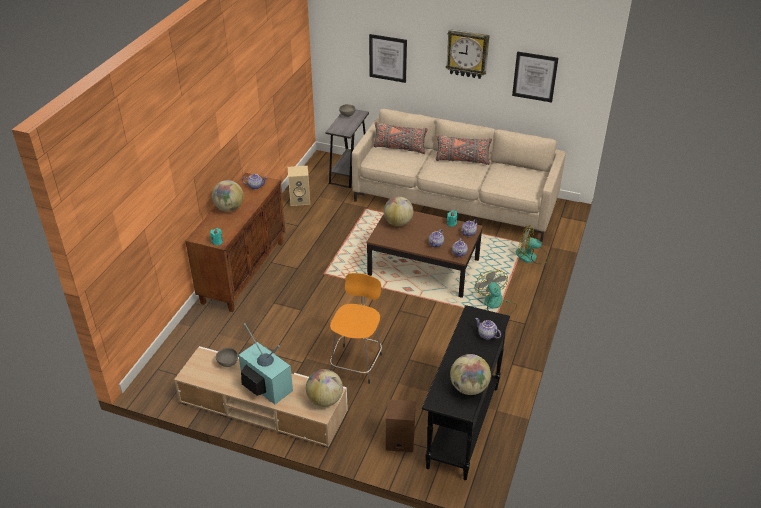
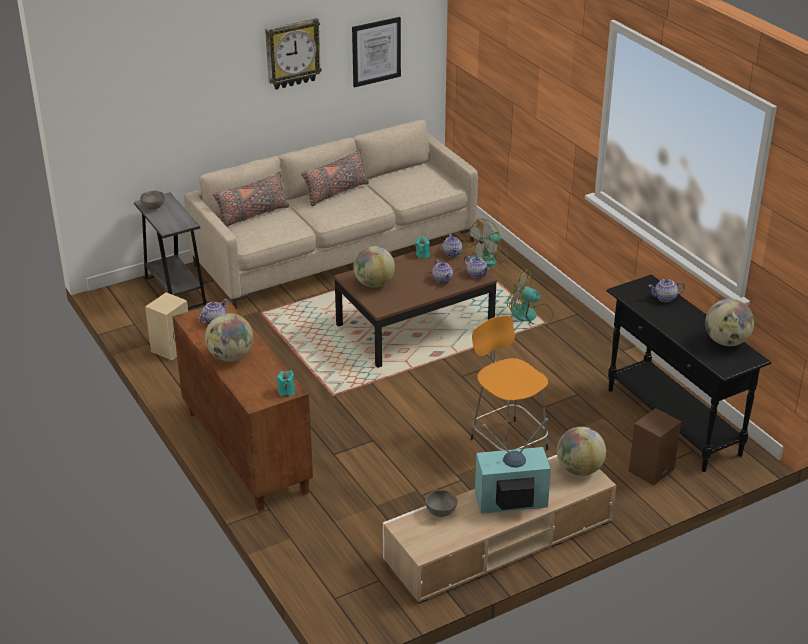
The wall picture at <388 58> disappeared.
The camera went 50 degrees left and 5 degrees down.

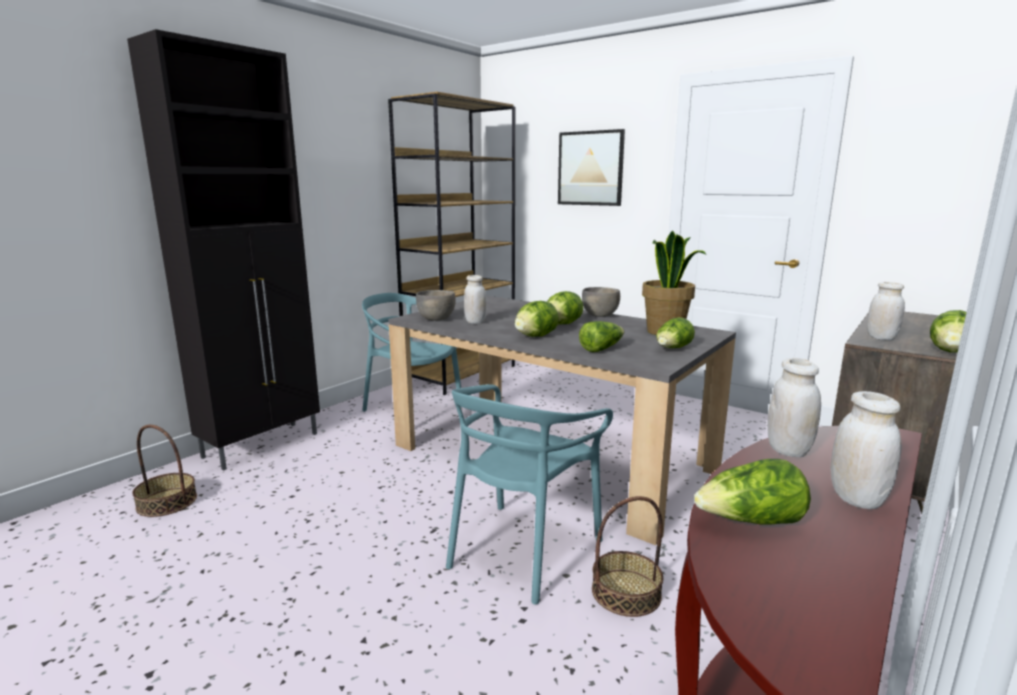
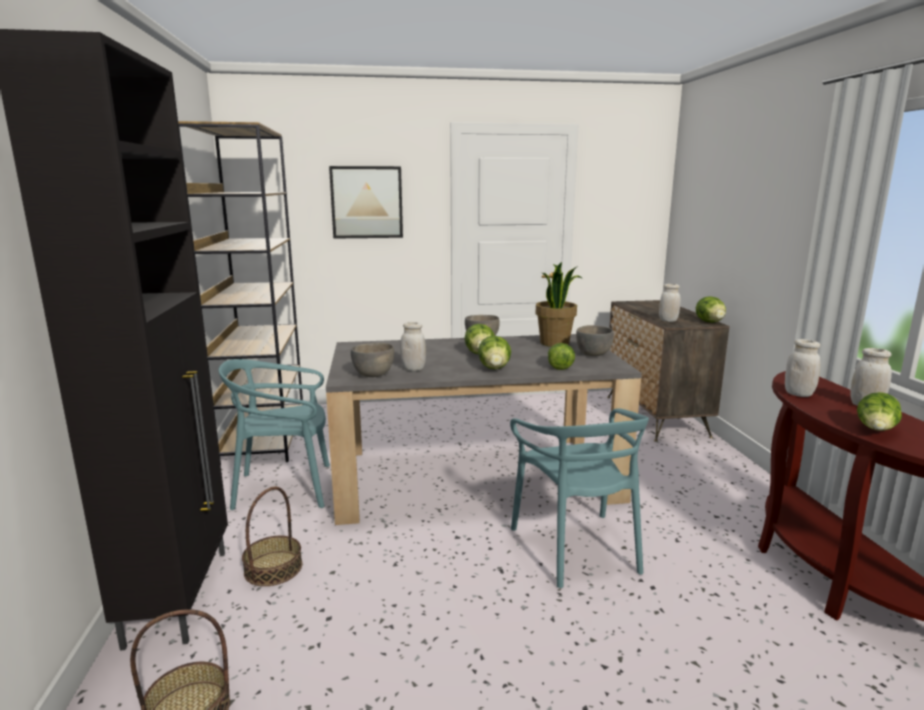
The household basket moved from <626 592> to <273 568>.
The lettuce head at <672 349> was replaced by the greyish bowl at <593 354>.
The camera went 45 degrees left and 0 degrees up.

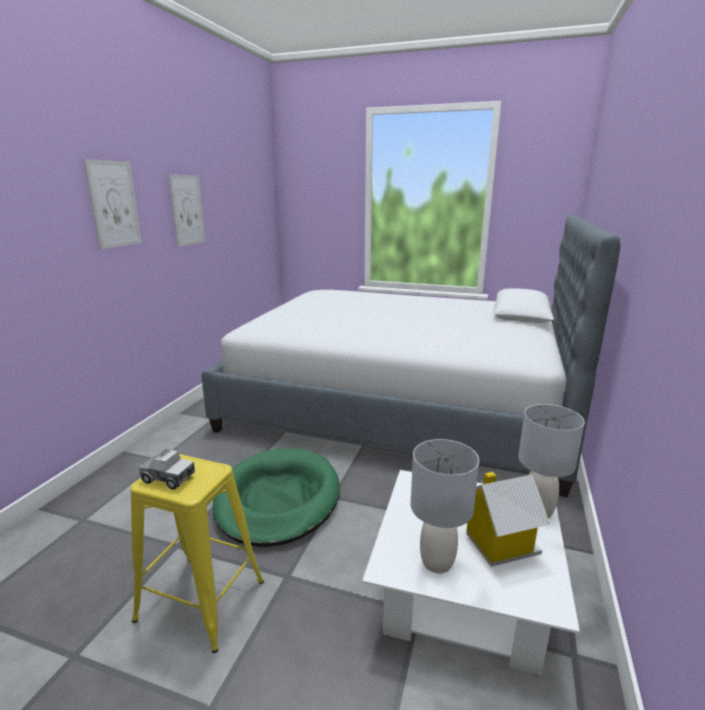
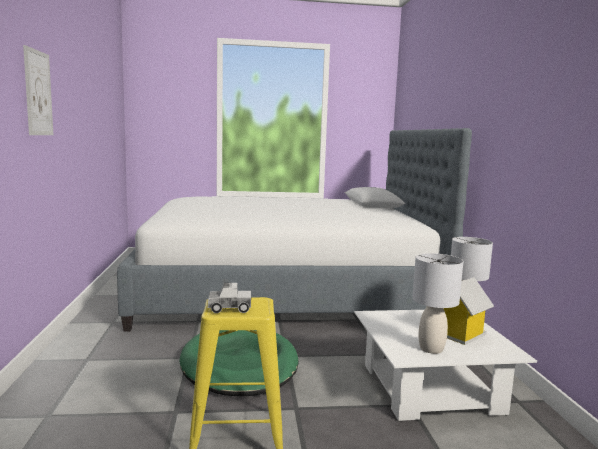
The wall picture at <187 210> disappeared.
The camera went 25 degrees left and 10 degrees down.

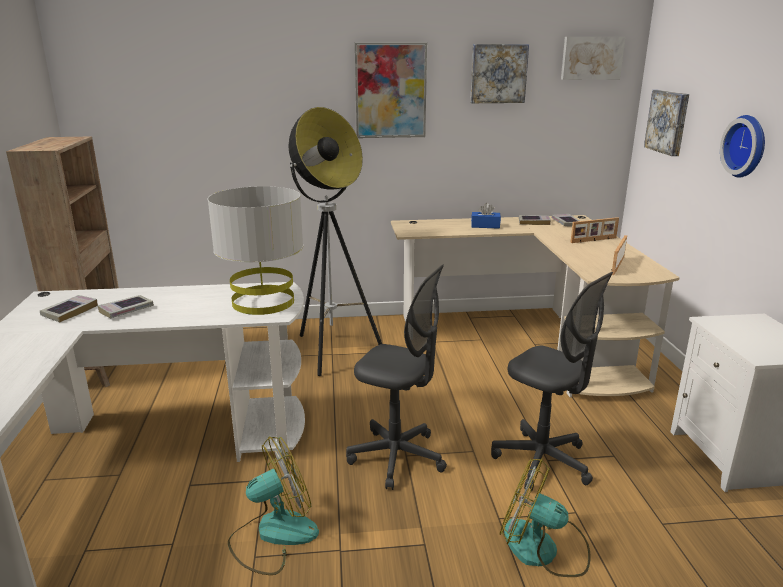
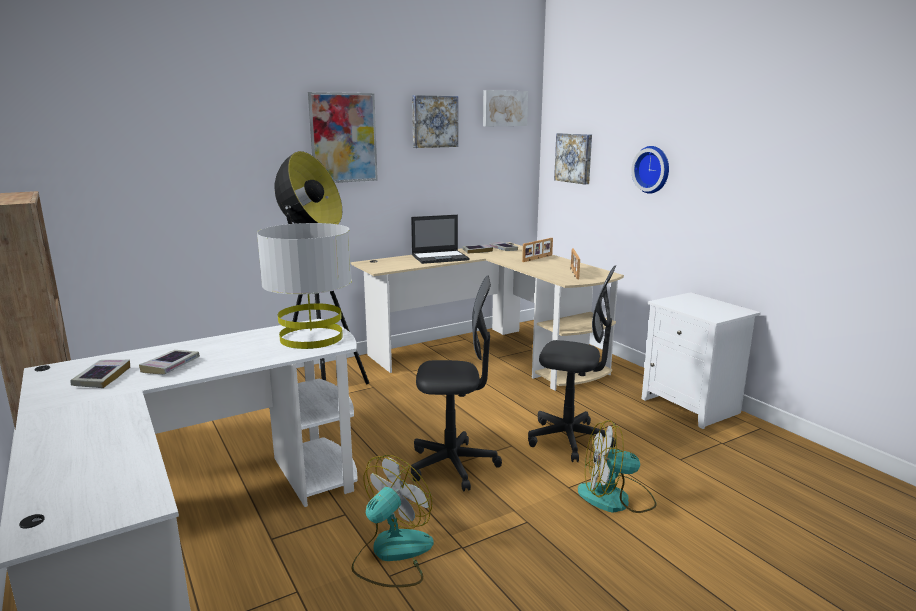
The blue box of tissues at <485 226> was replaced by the laptop at <440 257>.
The camera went 25 degrees left and 5 degrees down.

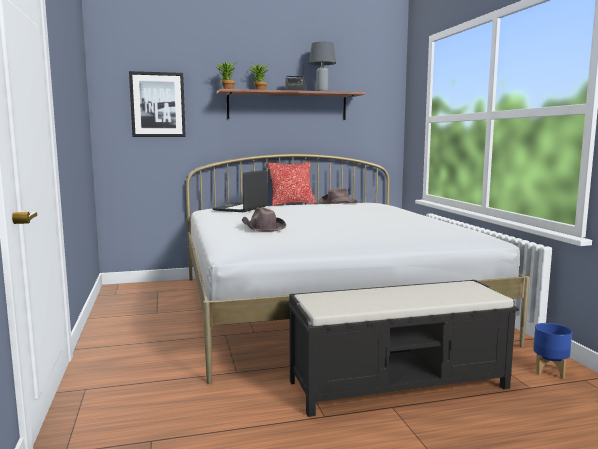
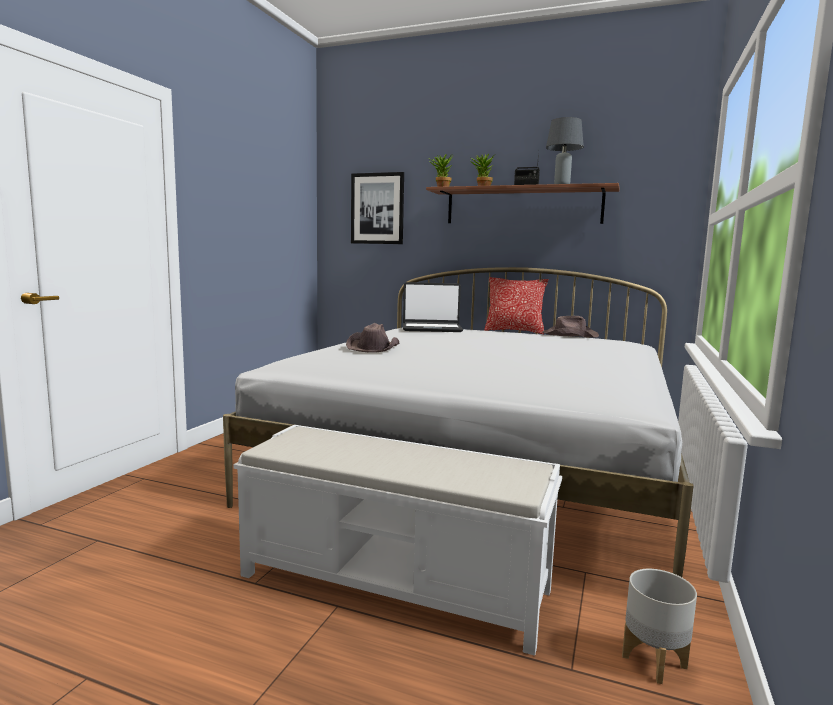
The black long seat at <399 384> became the whitish long seat at <396 583>.
The blue plant pot at <550 371> became the greyish plant pot at <655 662>.
The laptop at <241 208> turned 150 degrees counterclockwise.
The camera went 35 degrees right and 0 degrees up.

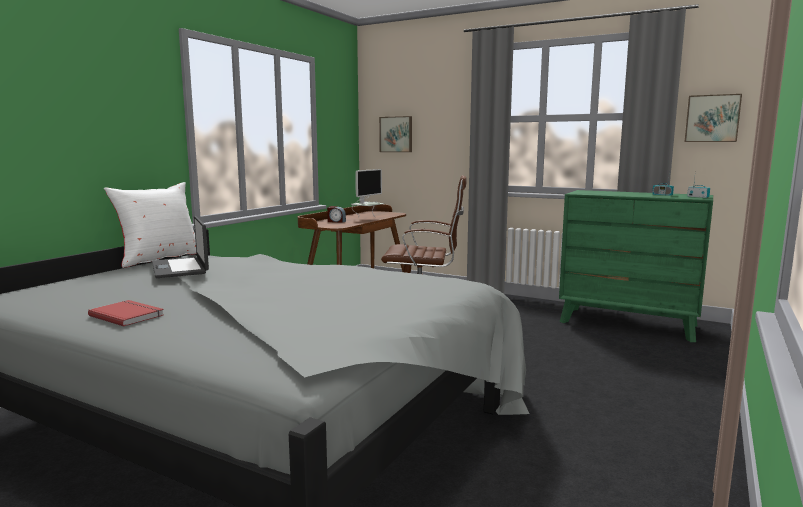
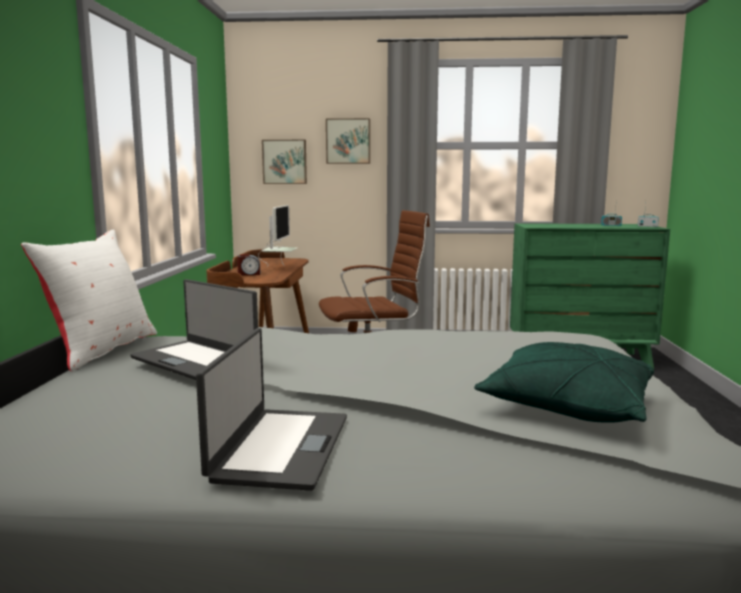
The green cushion at <567 407> appeared.
The wall picture moved from <712 118> to <348 141>.
The red volume at <128 315> was replaced by the laptop at <280 447>.
The camera went 25 degrees left and 0 degrees up.

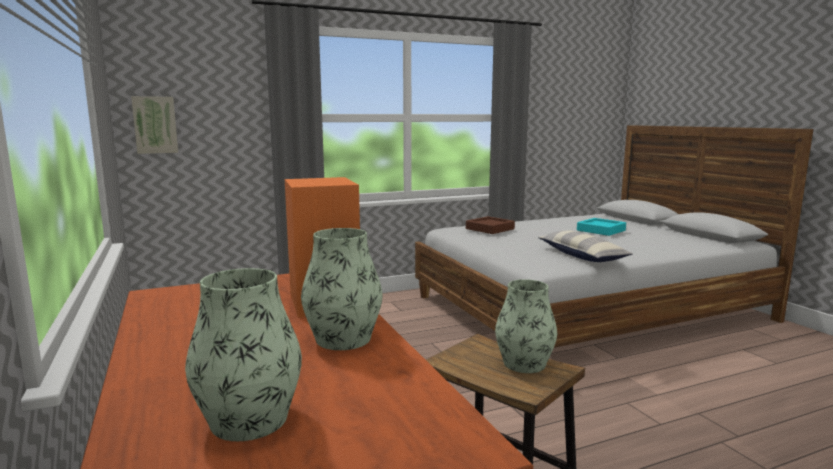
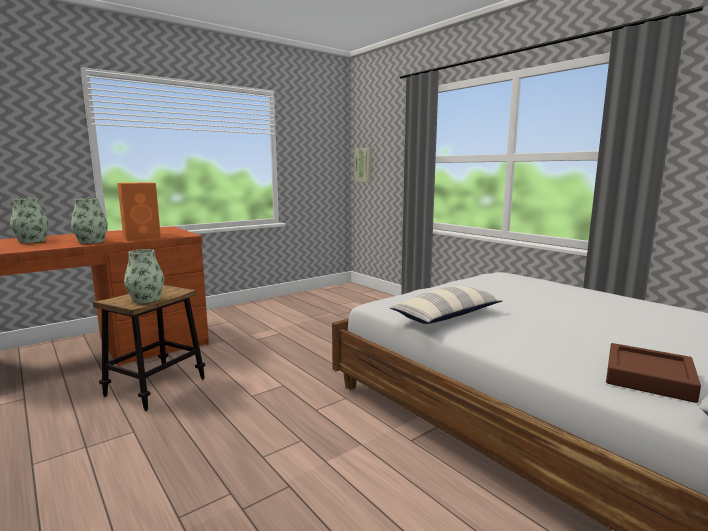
The blue-green serving tray at <601 230> disappeared.
The brown serving tray moved from <490 229> to <648 378>.
The camera went 75 degrees right and 0 degrees up.

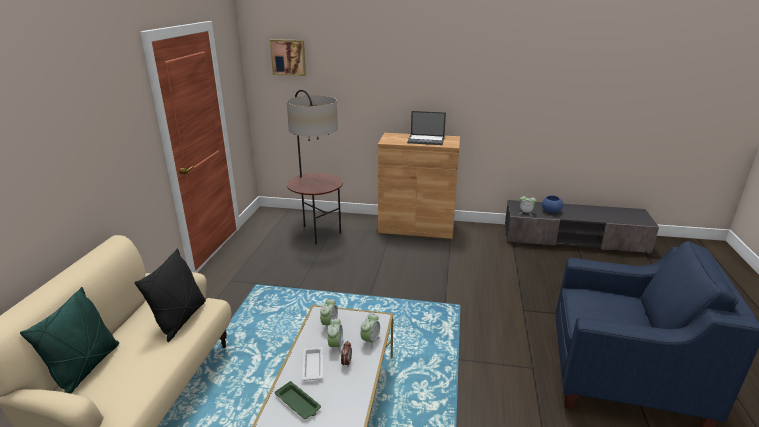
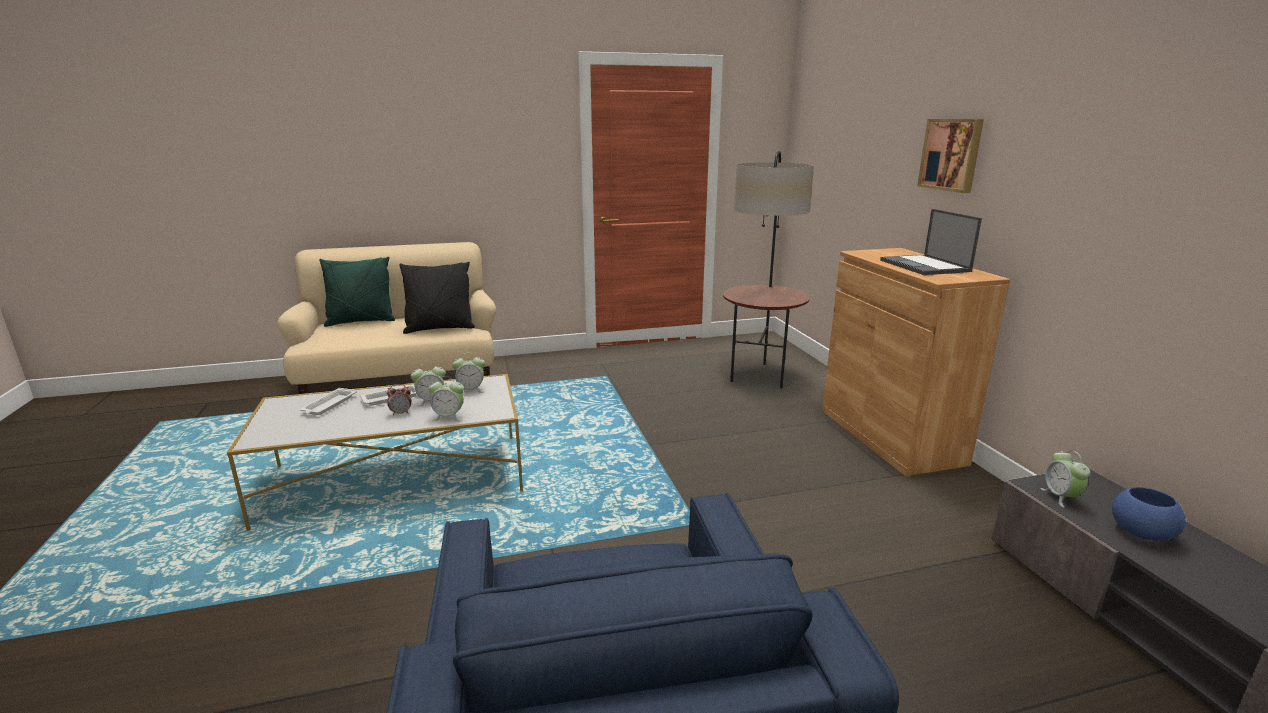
The wall picture moved from <288 57> to <951 154>.
The green serving tray at <298 403> became the whitish serving tray at <329 405>.
The camera went 65 degrees right and 5 degrees down.

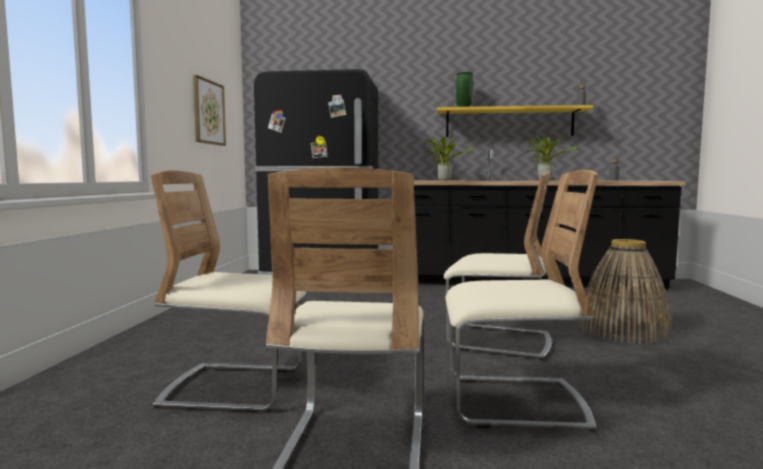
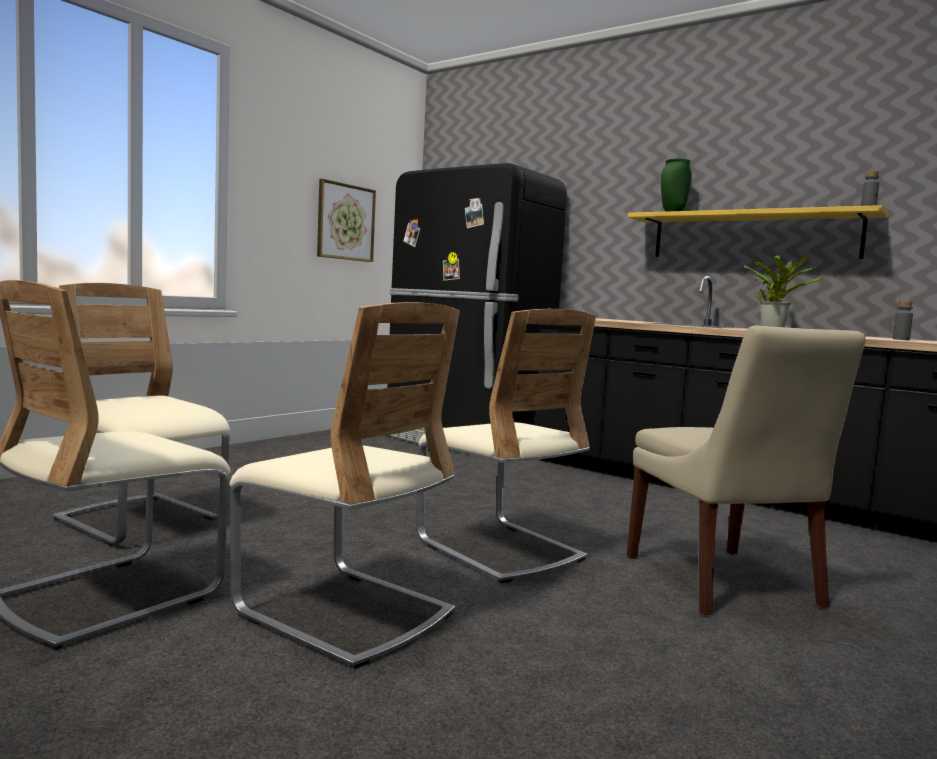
The plant in a pot at <443 180> disappeared.
The household basket at <623 330> was replaced by the beige chair at <724 583>.
The camera went 30 degrees right and 0 degrees up.

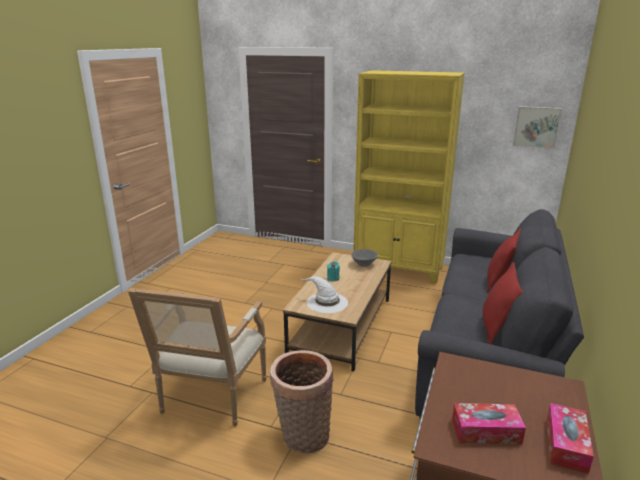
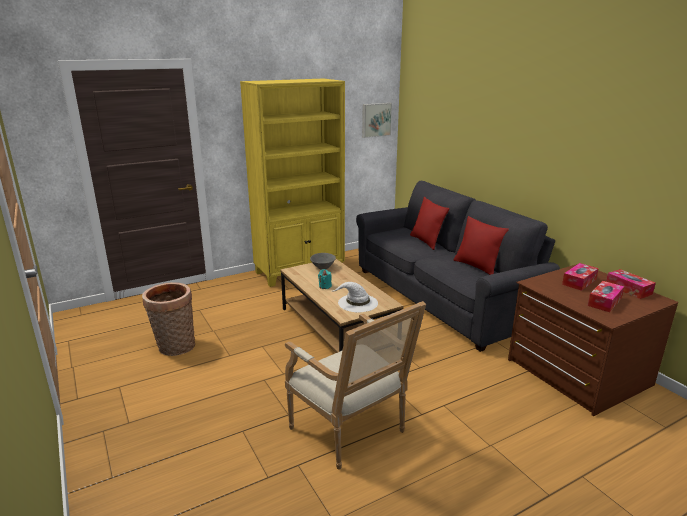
The box of tissues at <579 282> appeared.
The household basket moved from <302 436> to <174 348>.
The camera went 50 degrees left and 0 degrees up.

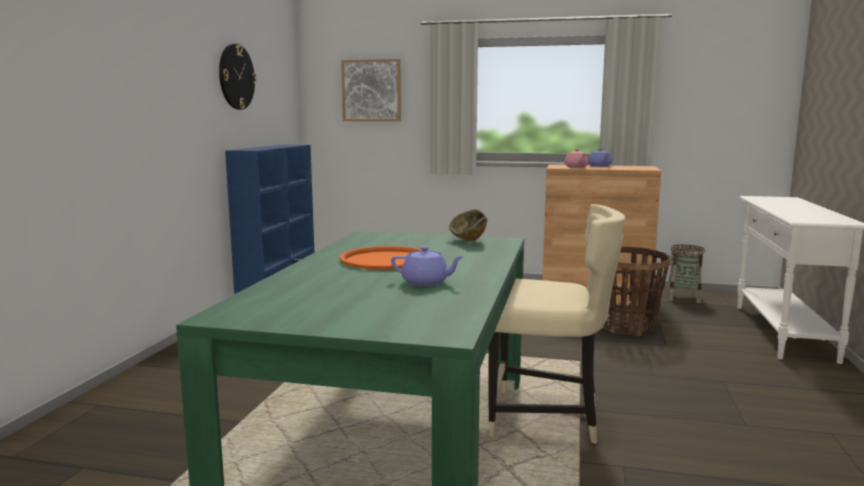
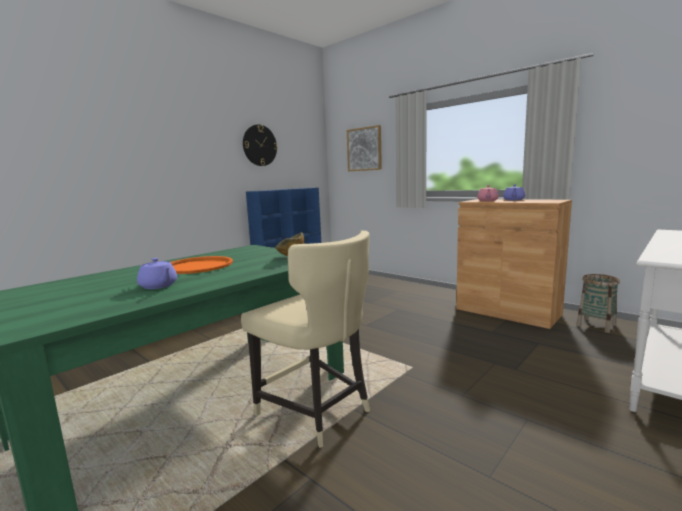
The household basket at <626 326> disappeared.
The camera went 30 degrees right and 0 degrees up.

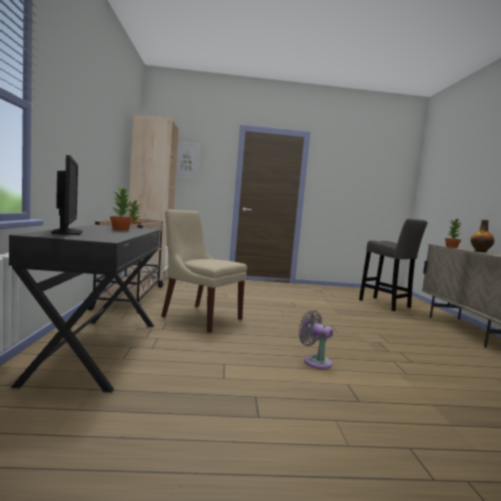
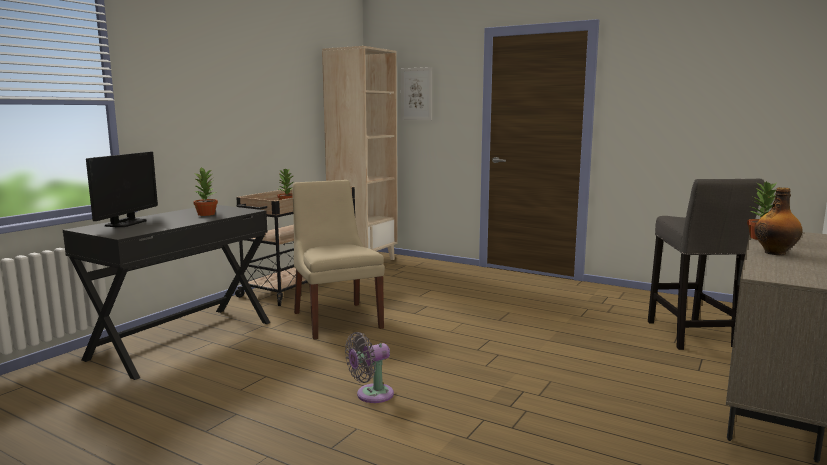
The greyish fan at <315 361> turned 105 degrees counterclockwise.
The camera went 35 degrees right and 5 degrees up.

